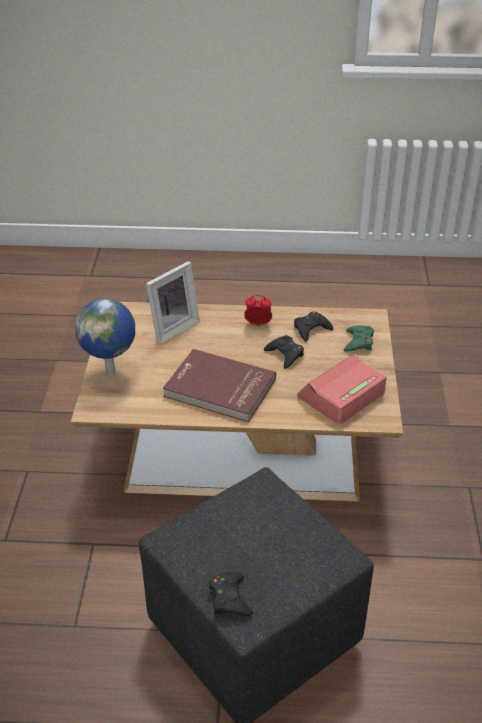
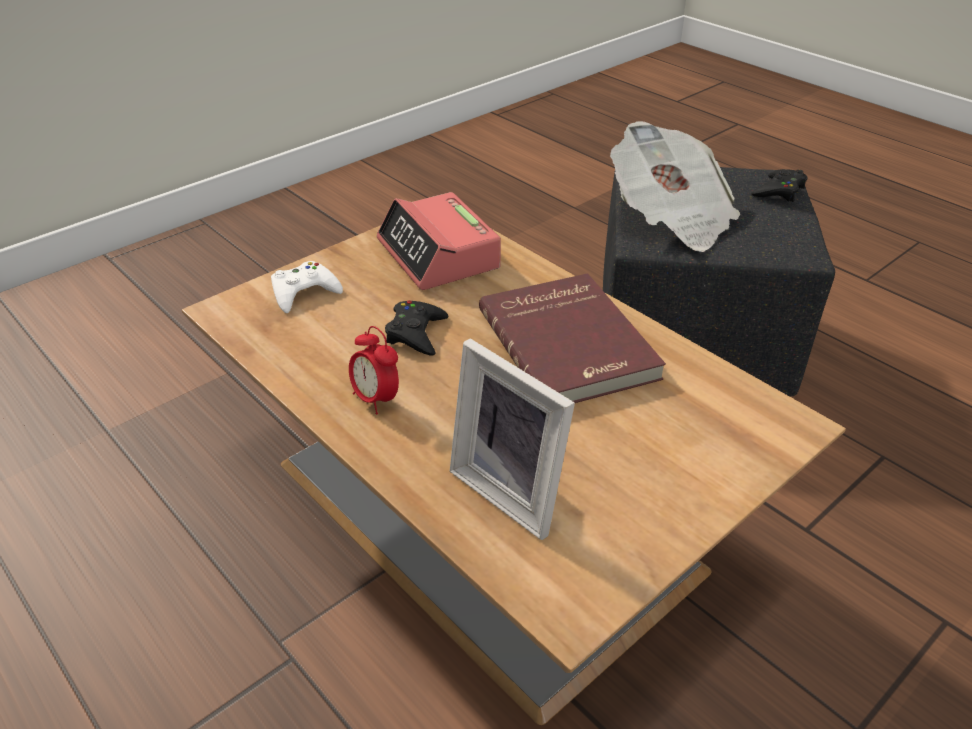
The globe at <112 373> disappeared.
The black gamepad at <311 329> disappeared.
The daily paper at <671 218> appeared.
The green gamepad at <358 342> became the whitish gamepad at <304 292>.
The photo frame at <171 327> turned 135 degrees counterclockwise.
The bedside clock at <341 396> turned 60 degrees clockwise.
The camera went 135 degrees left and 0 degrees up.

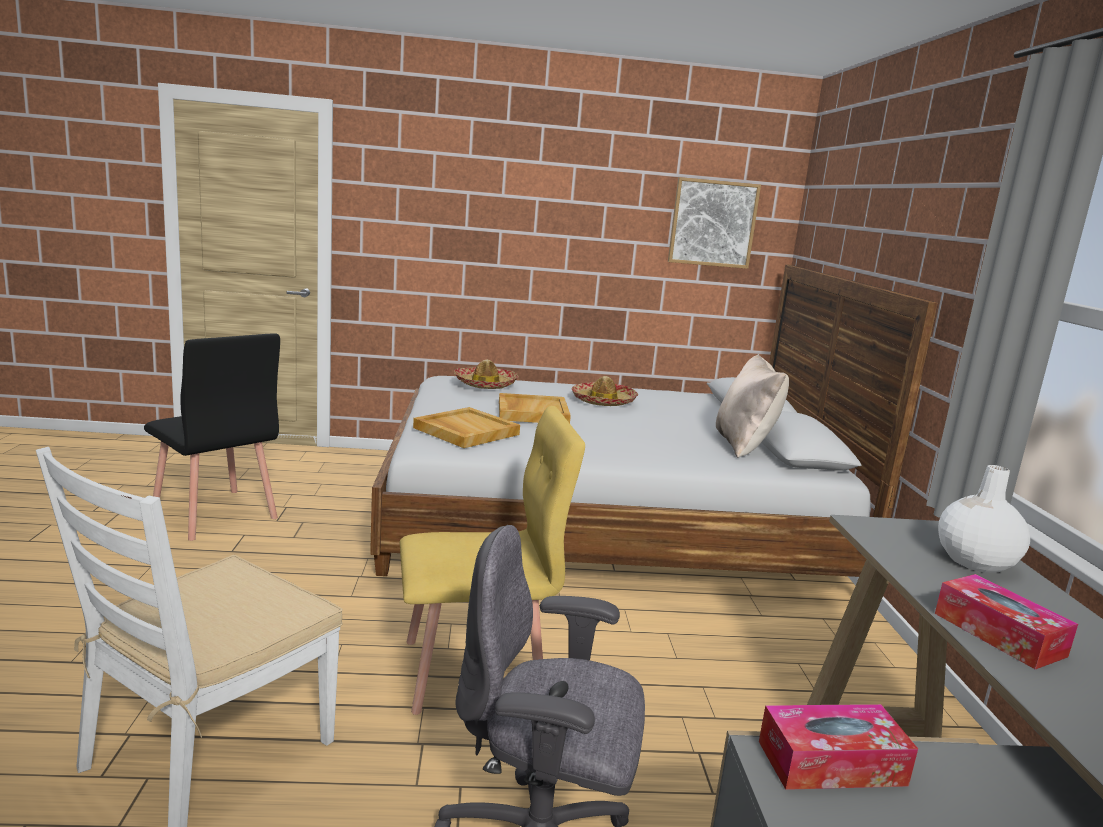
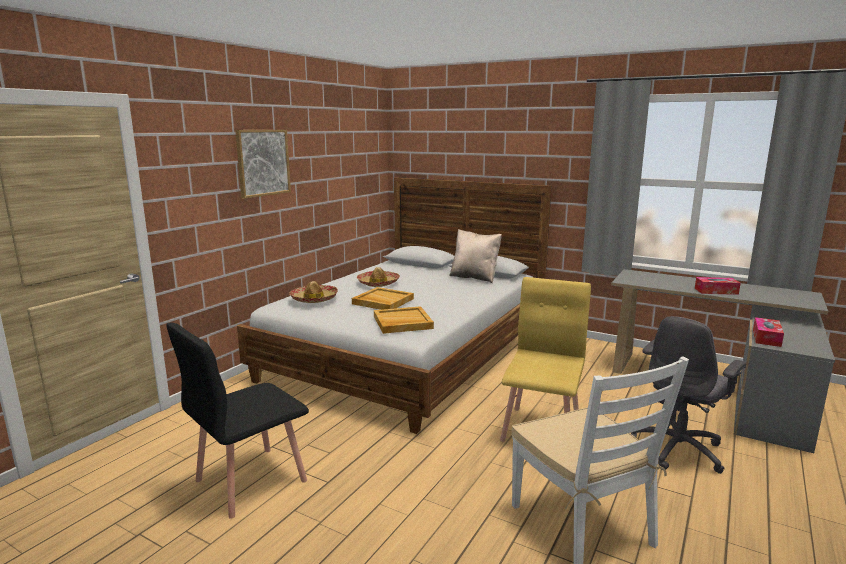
The whitish decorative vase at <974 561> disappeared.
The wall picture moved from <713 223> to <263 162>.
The black chair at <214 514> turned 150 degrees clockwise.
The camera went 55 degrees left and 0 degrees up.

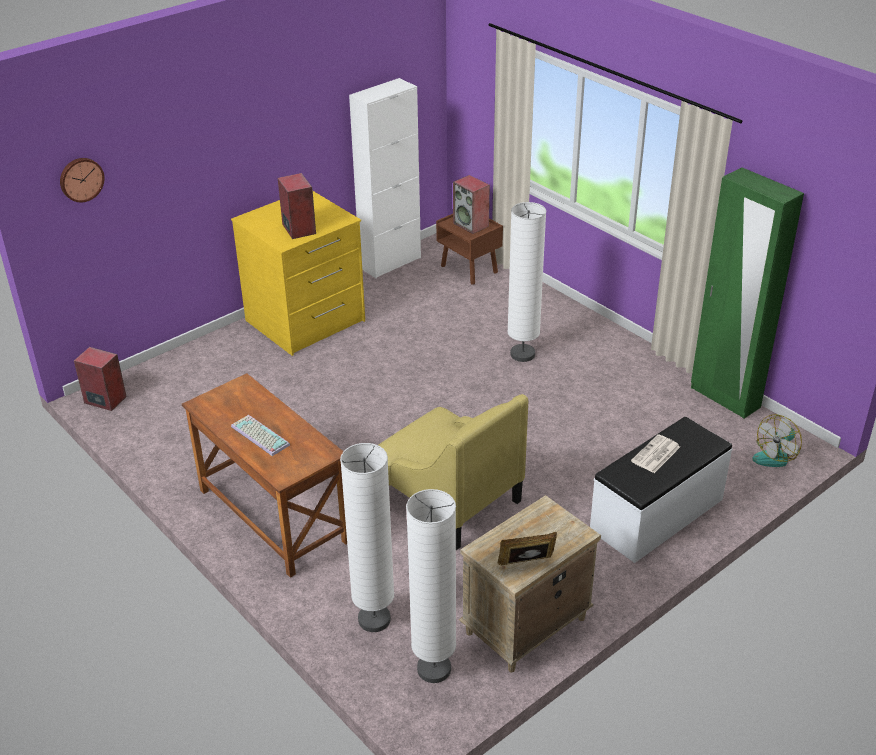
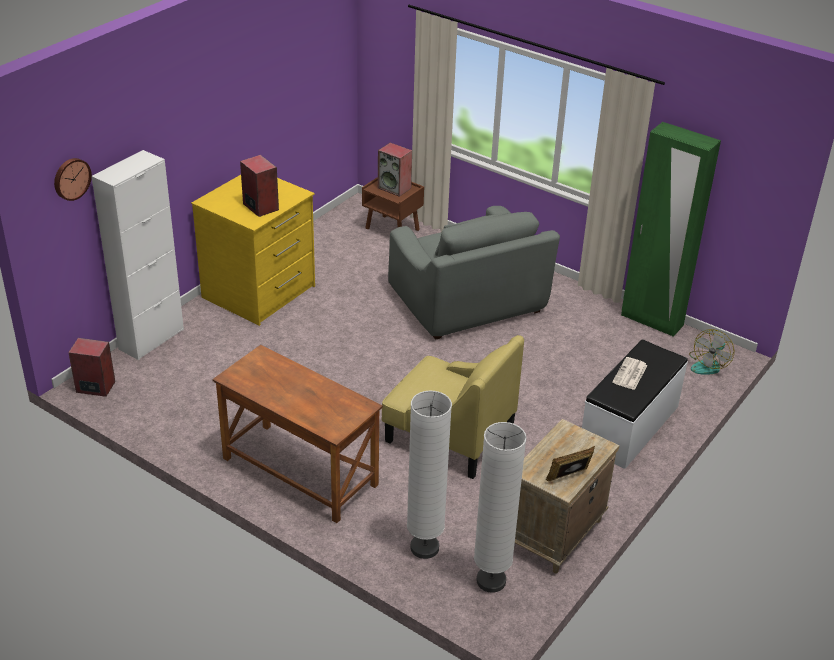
The PC keyboard at <258 436> disappeared.
The whitish storage cabinet moved from <390 263> to <151 339>.
The whitish floor lamp at <522 354> was replaced by the greyish armchair at <468 302>.
The camera went 15 degrees left and 0 degrees up.

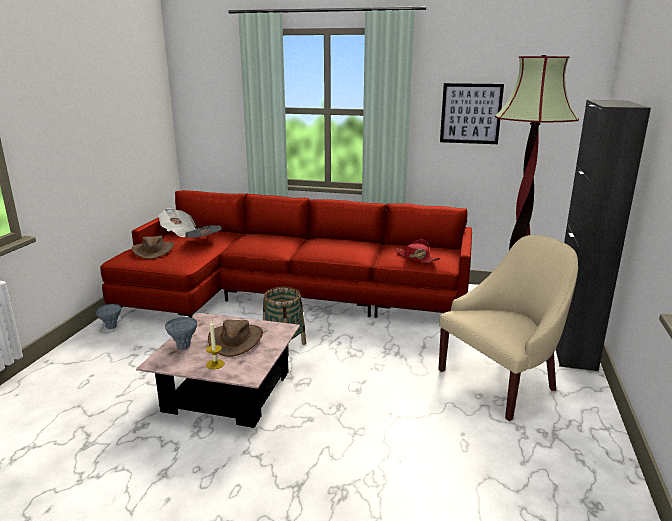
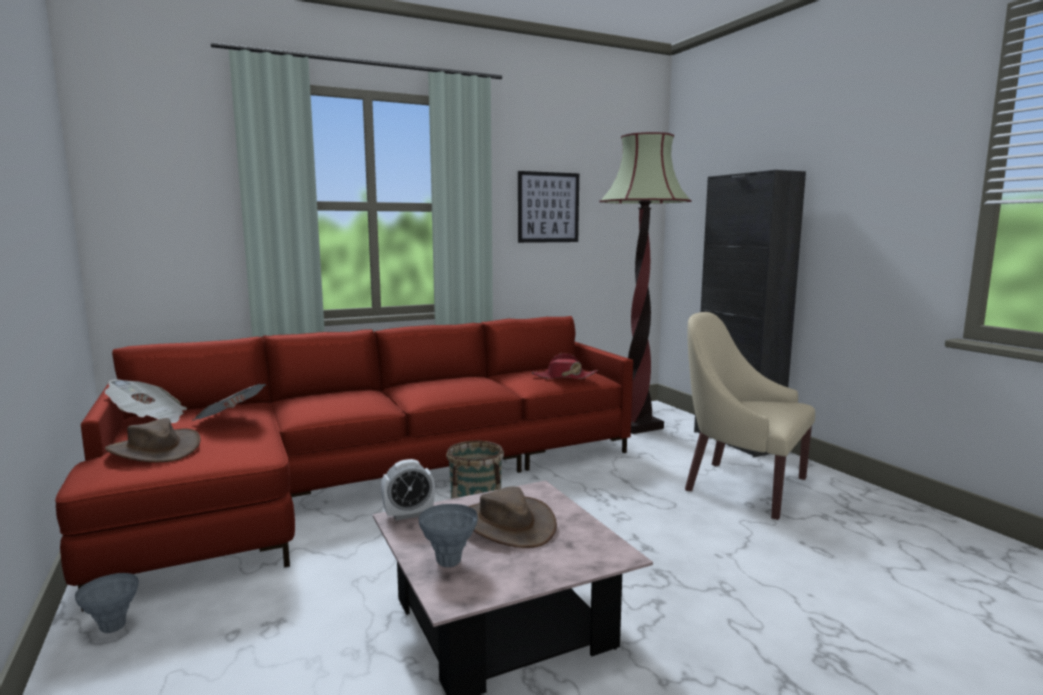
The wax light at <215 364> disappeared.
The bedside clock at <408 514> appeared.
The beige armchair at <501 382> turned 75 degrees counterclockwise.
The camera went 40 degrees left and 10 degrees down.

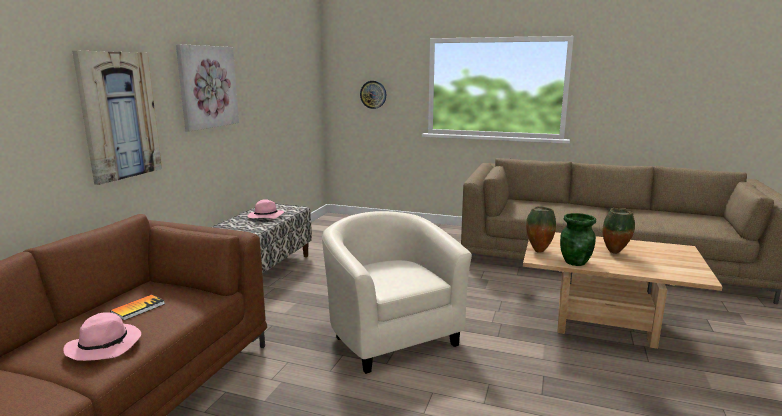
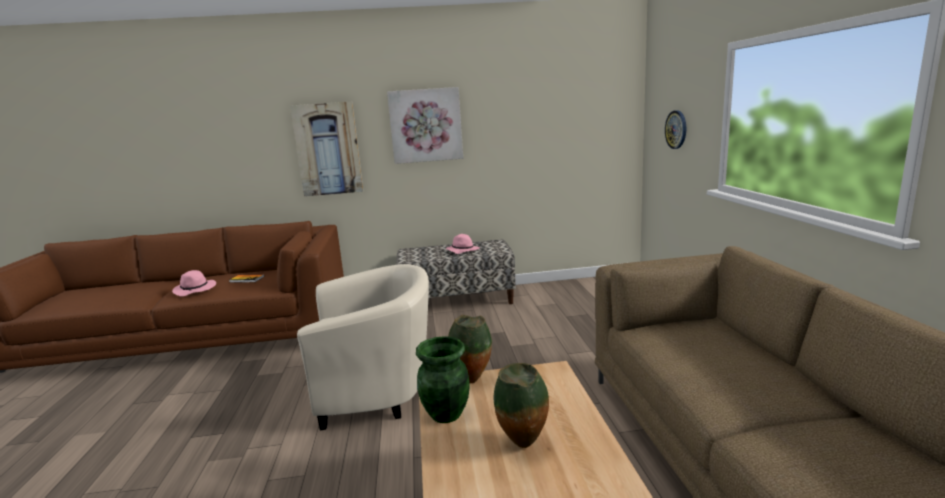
The beige armchair at <390 335> turned 45 degrees clockwise.
The camera went 65 degrees right and 0 degrees up.

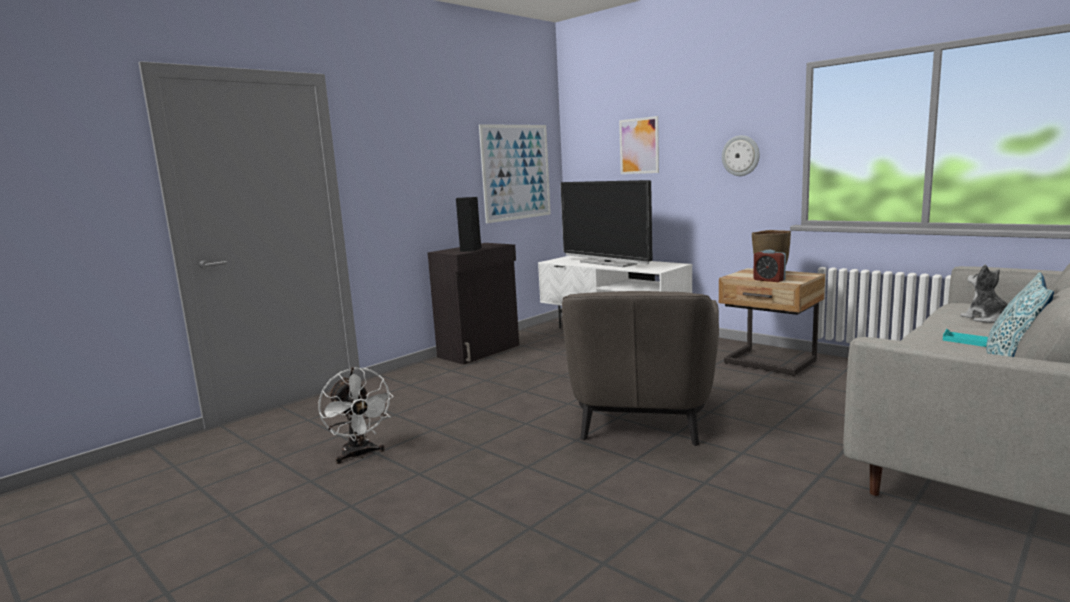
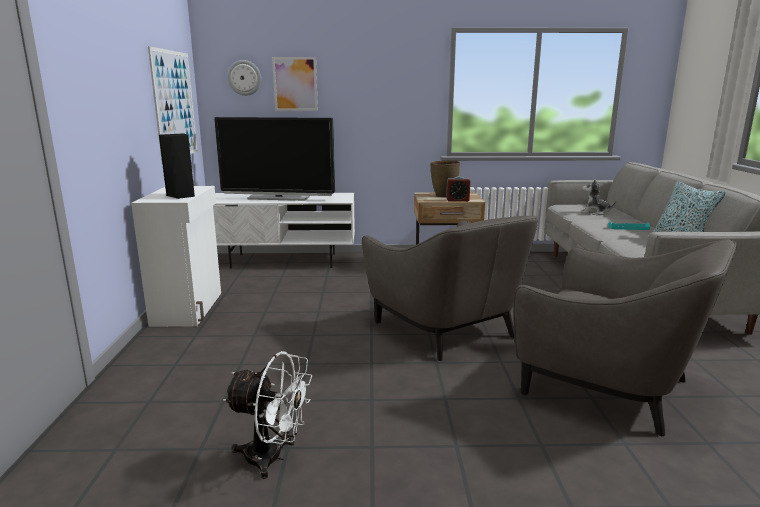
The greyish armchair at <607 386> appeared.
The hanging clock moved from <741 155> to <244 77>.
The black storage cabinet at <480 351> became the whitish storage cabinet at <189 308>.
The camera went 45 degrees left and 5 degrees up.

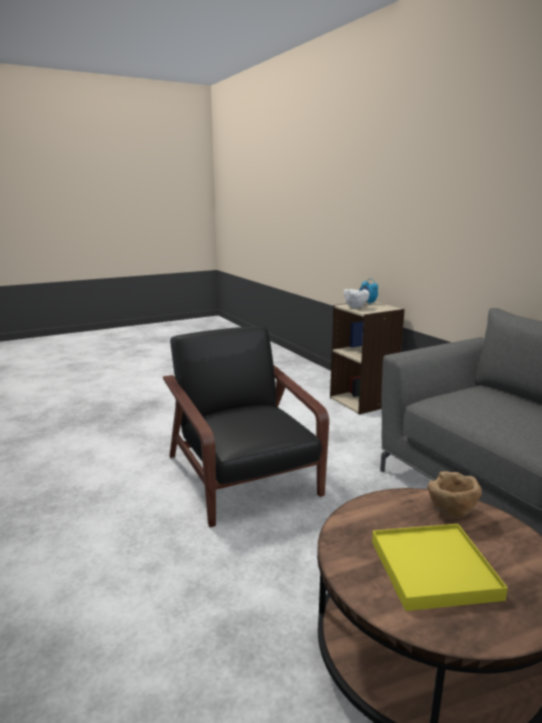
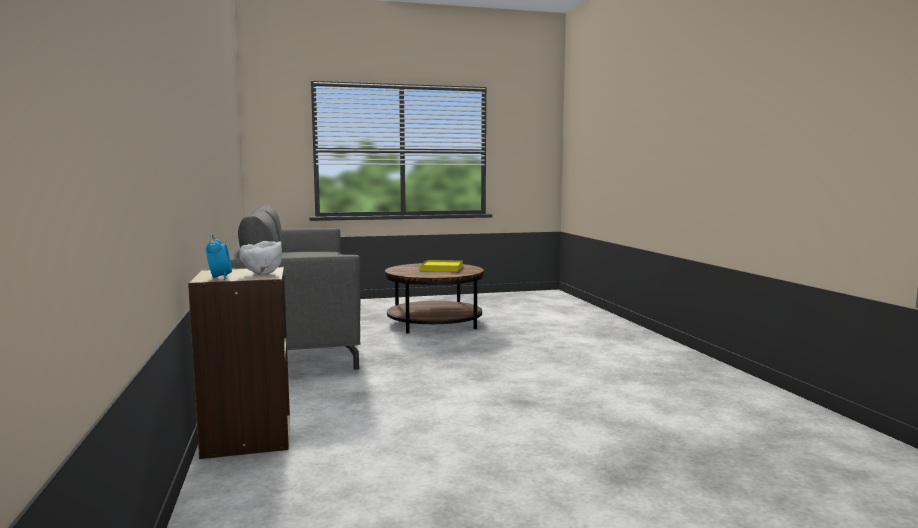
The black armchair at <243 477> disappeared.
The brown bowl at <451 513> disappeared.
The camera went 165 degrees left and 10 degrees down.

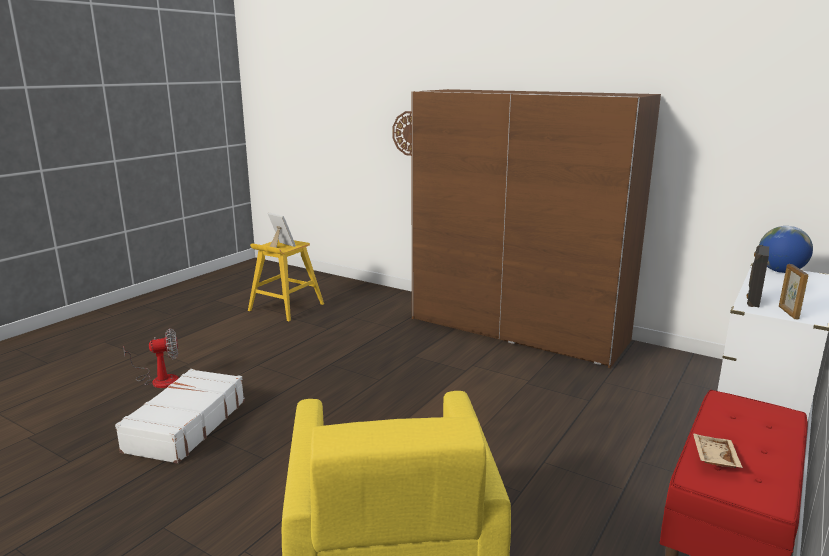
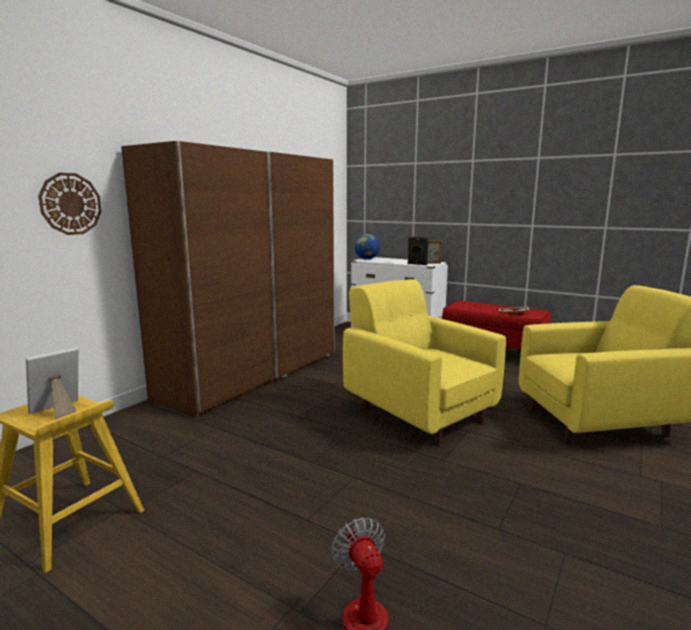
The whitish piece of luggage at <185 426> disappeared.
The yellow-coloured armchair at <418 413> appeared.
The camera went 90 degrees left and 5 degrees down.

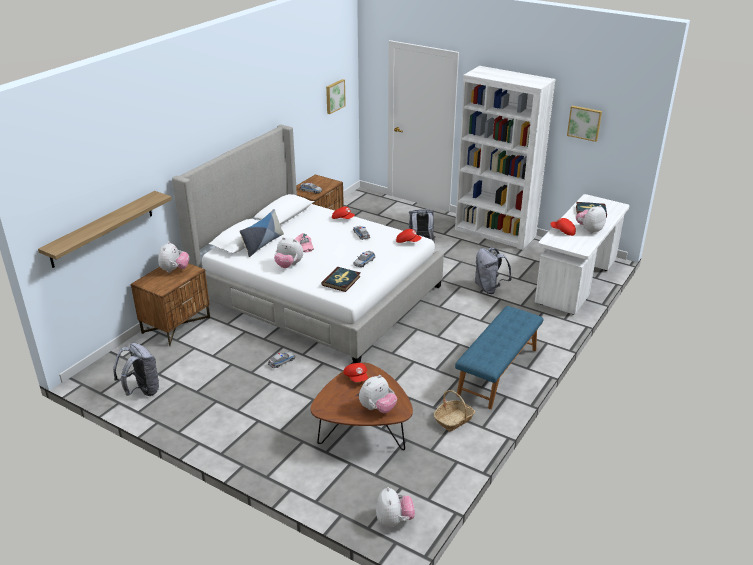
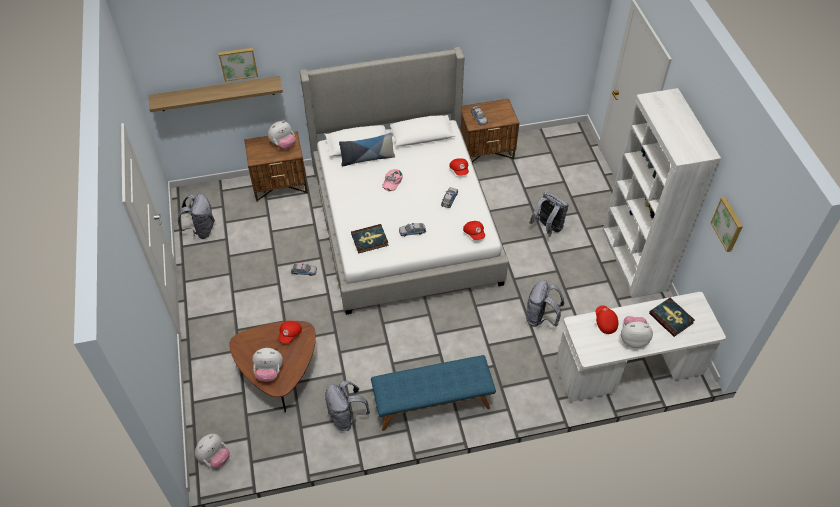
The cuddly toy at <289 265> disappeared.
The wall picture moved from <334 96> to <238 63>.
The household basket at <454 420> was replaced by the greyish knapsack at <346 417>.
The camera went 45 degrees right and 20 degrees up.

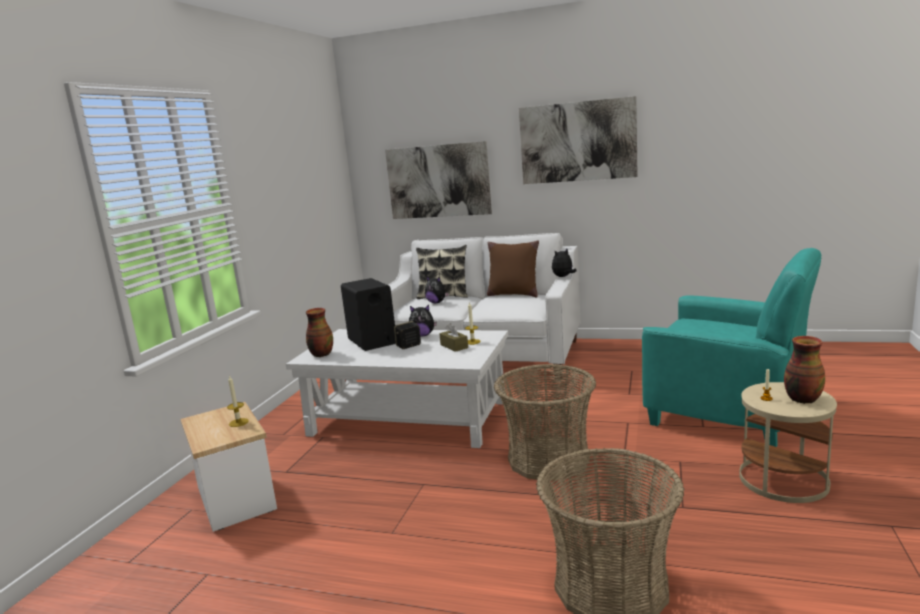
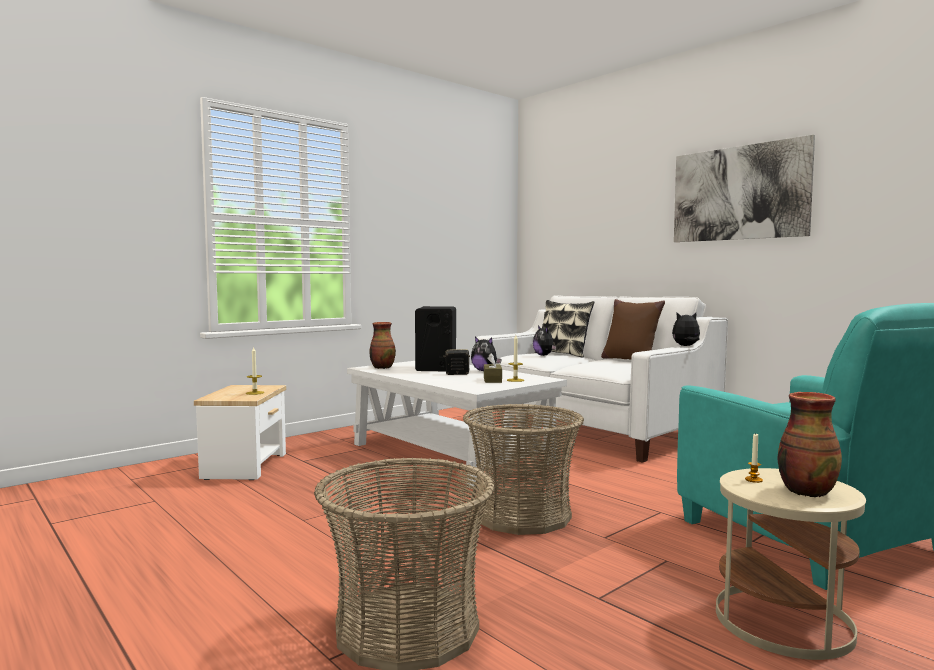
The wall picture at <438 181> disappeared.
The camera went 30 degrees right and 10 degrees down.

